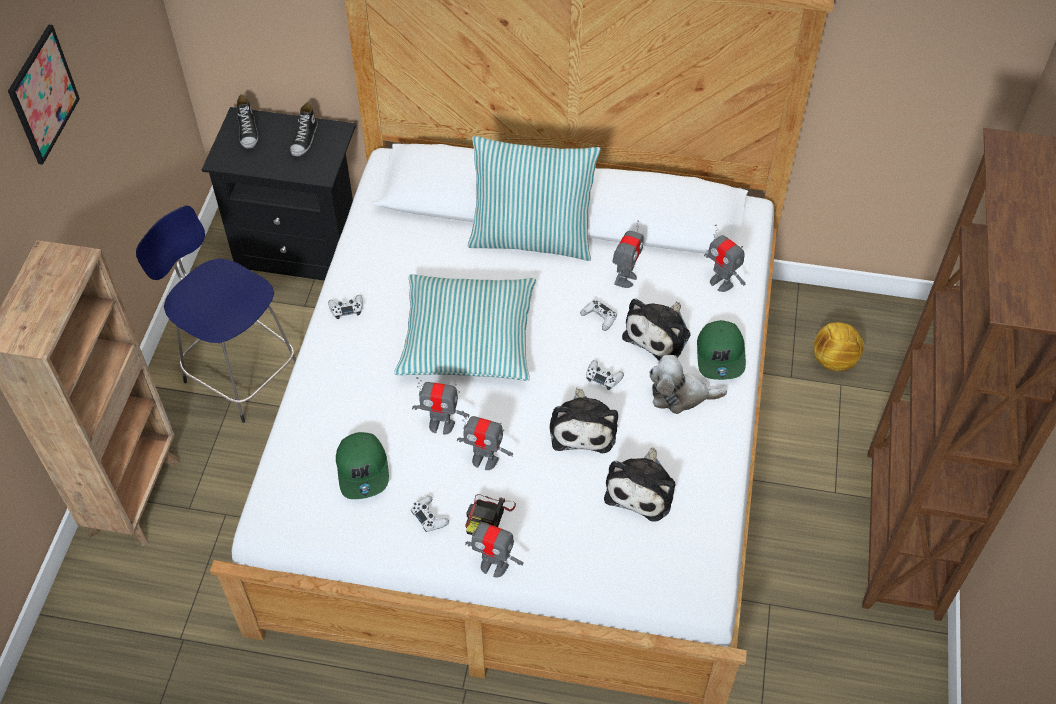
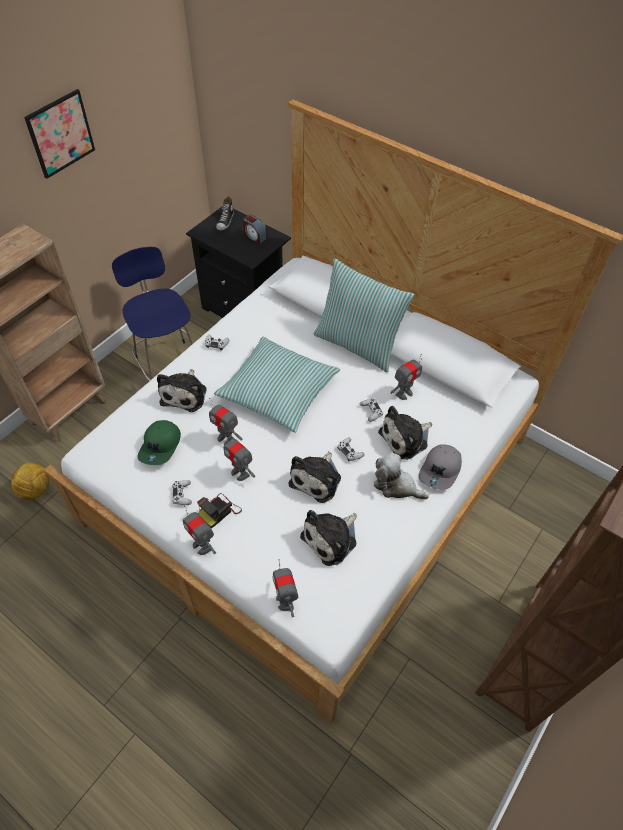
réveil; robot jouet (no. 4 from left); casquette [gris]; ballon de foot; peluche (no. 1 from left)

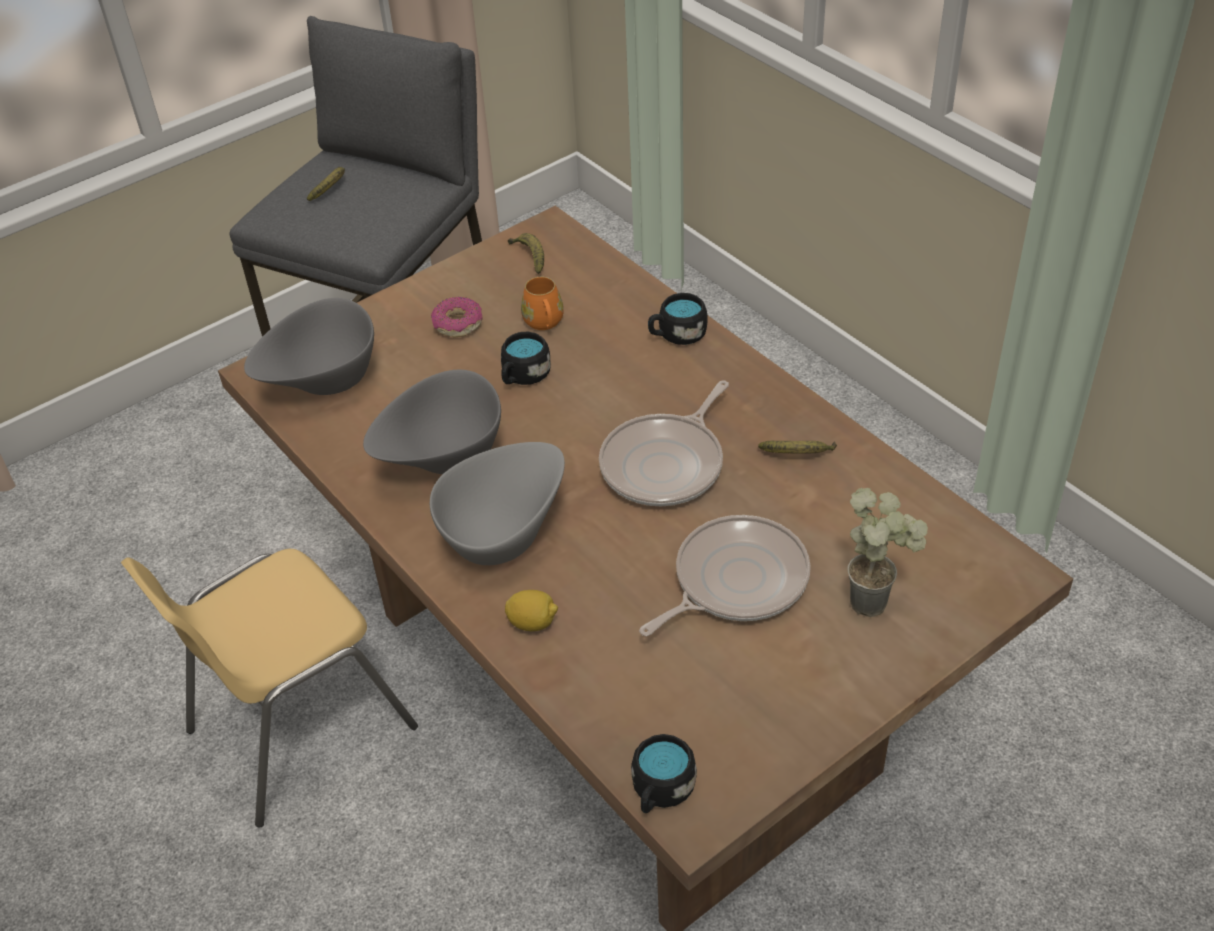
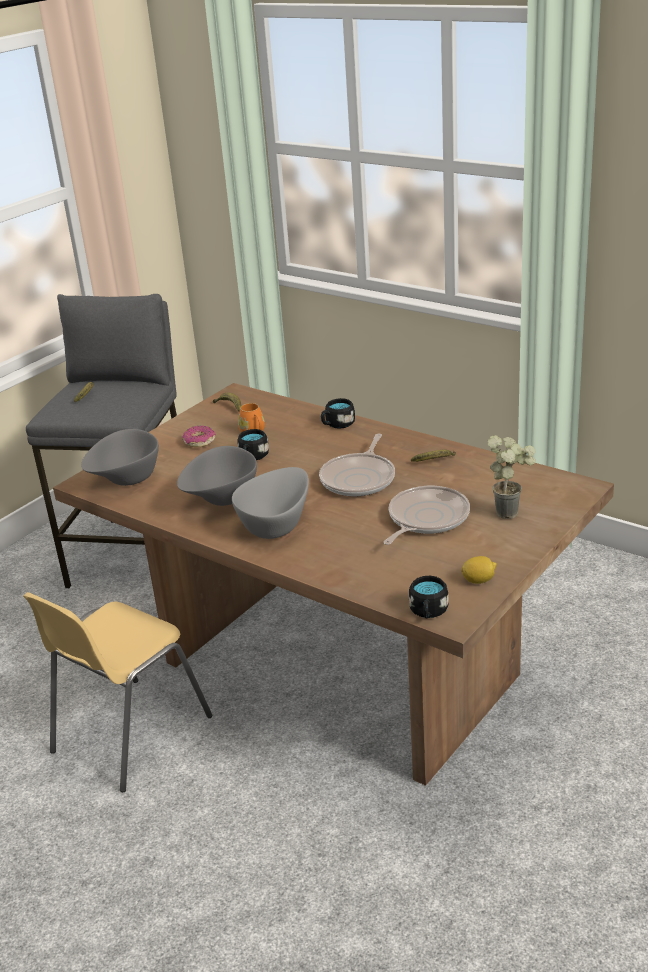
citron

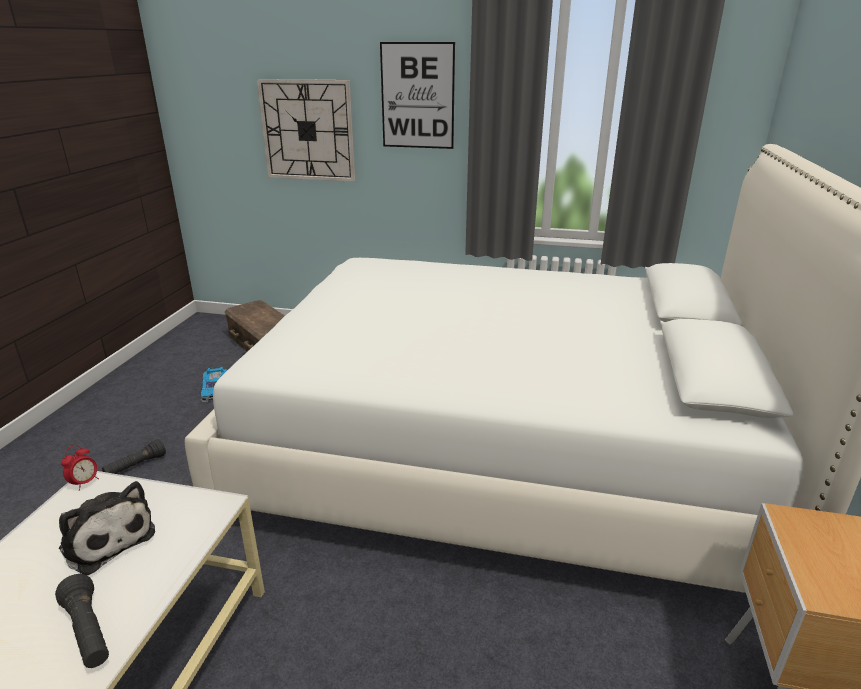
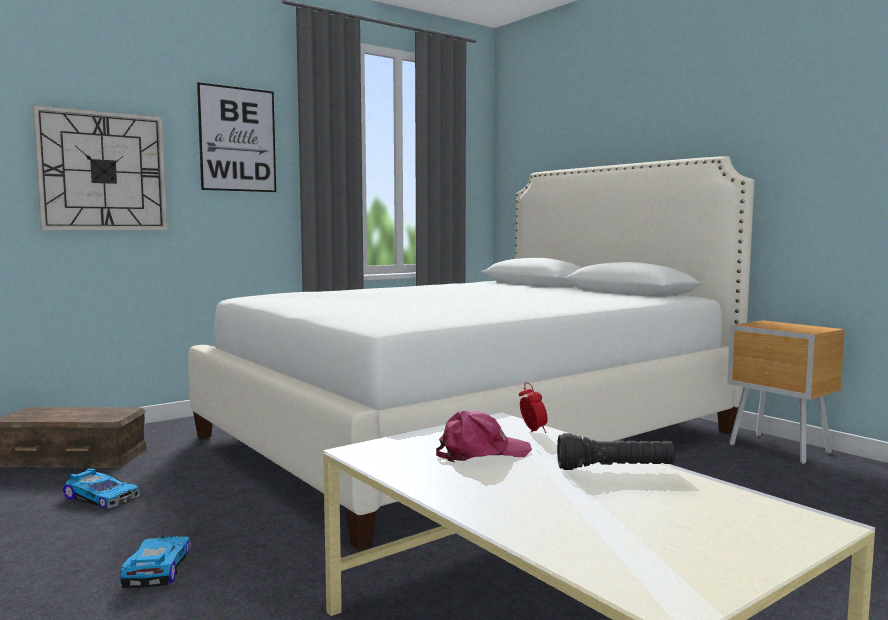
petite voiture (no. 2 from left); réveil; casquette [rose]

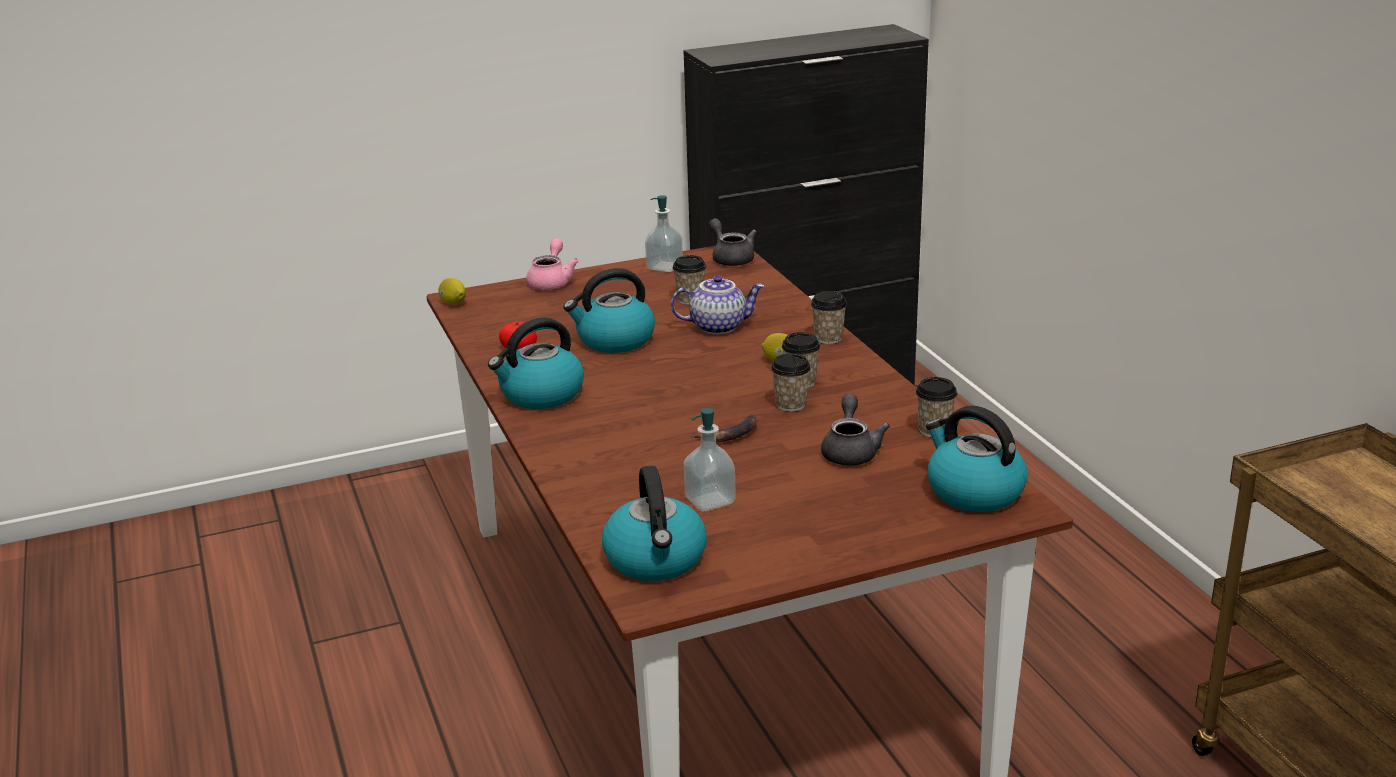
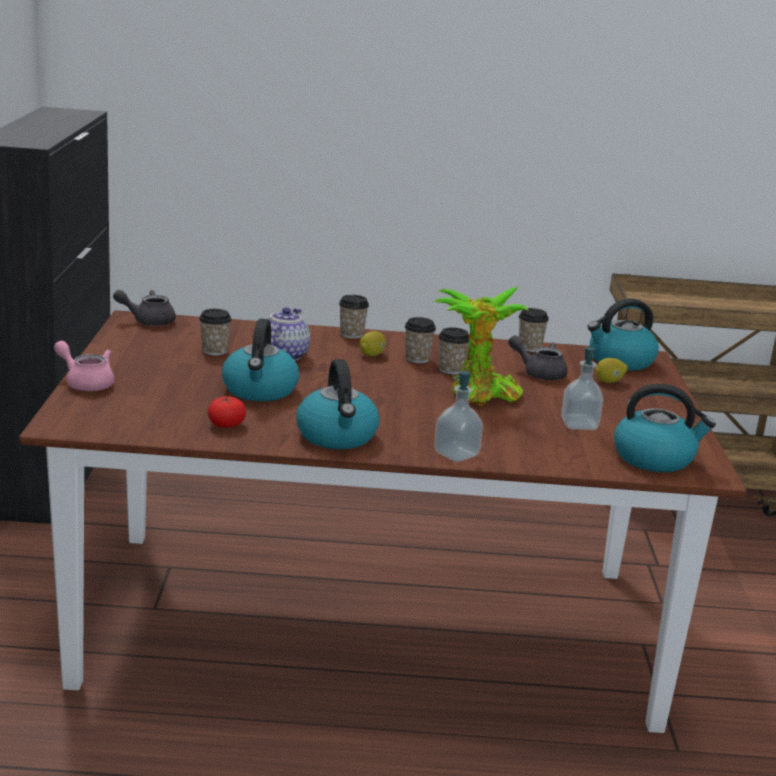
distributeur de savon (no. 1 from left); citron (no. 2 from left); plante en pot

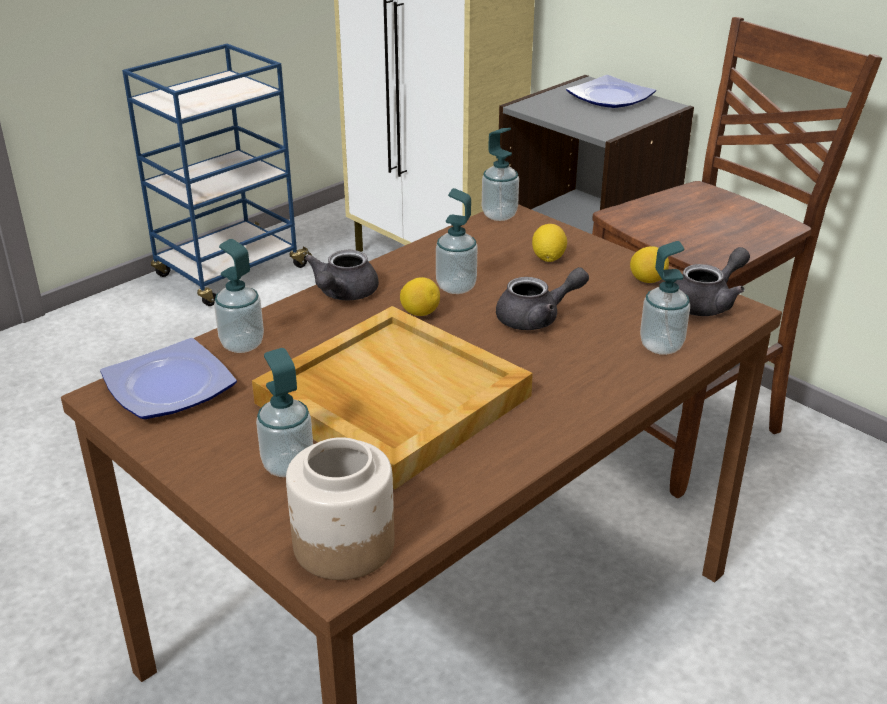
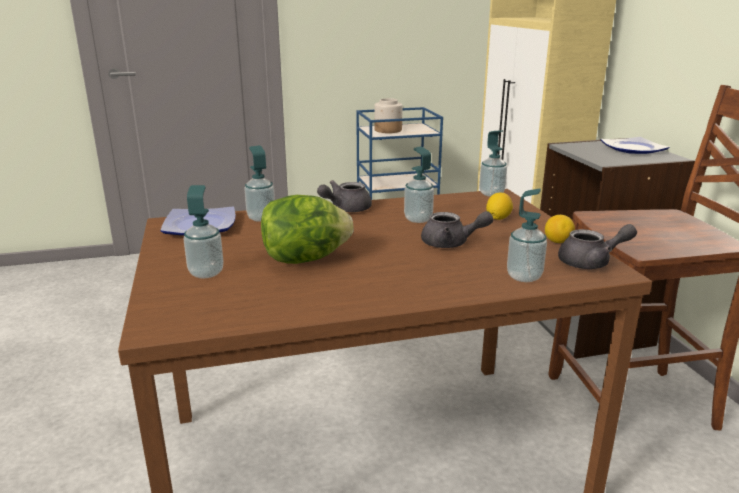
citron (no. 1 from left in the first image); laitue; bocal

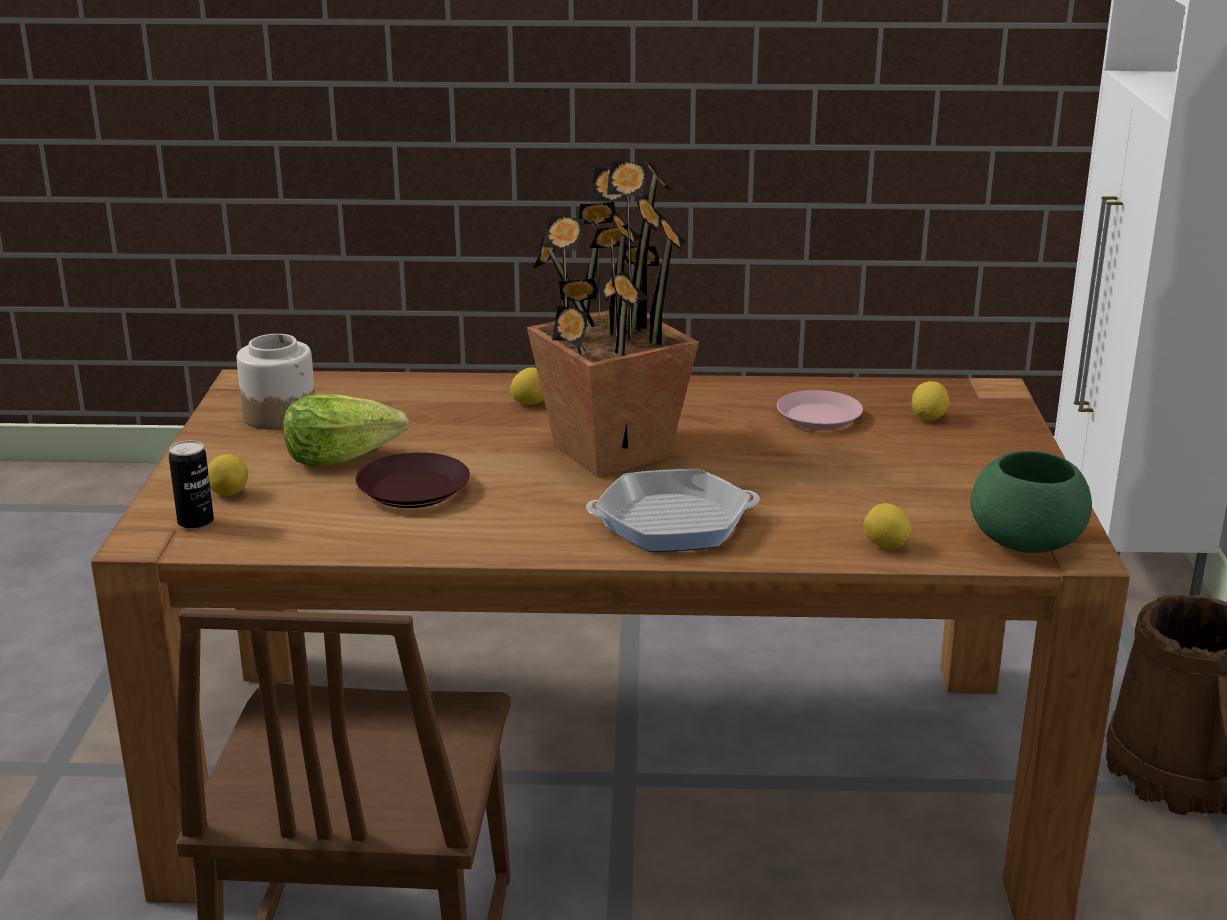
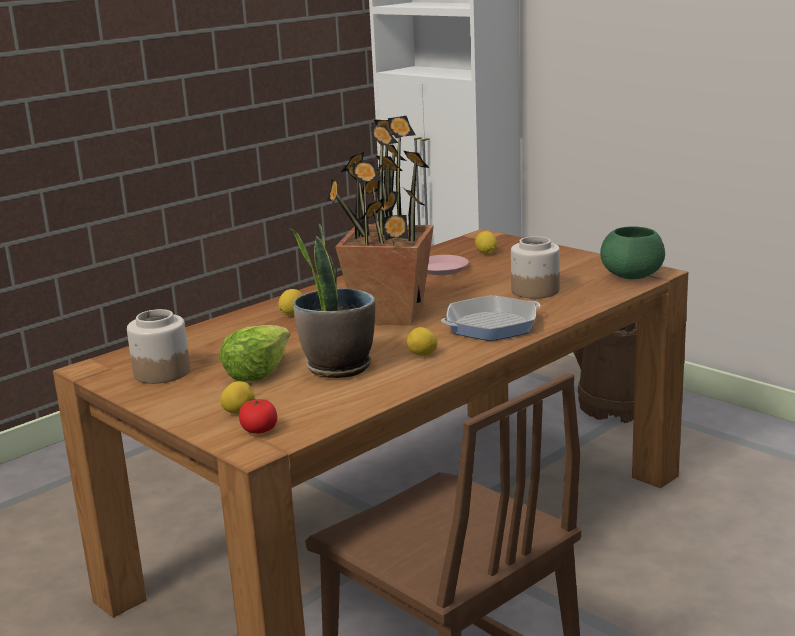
tomate; plante en pot (no. 1 from left); poêle; citron (no. 3 from left); bocal (no. 2 from left)

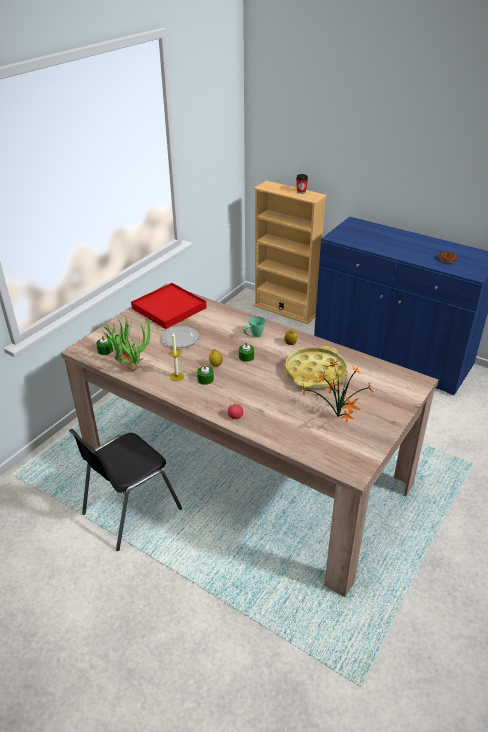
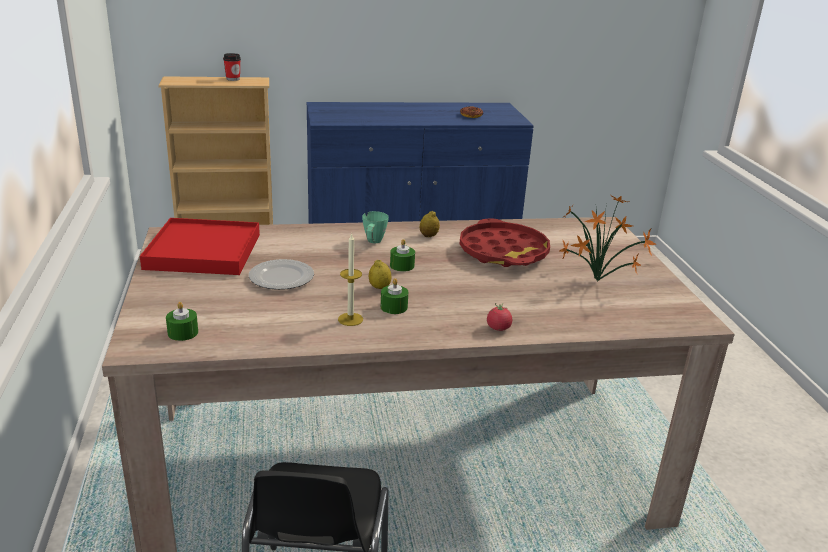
plante en pot (no. 1 from left in the first image); plateau [rouge] (no. 2 from left)

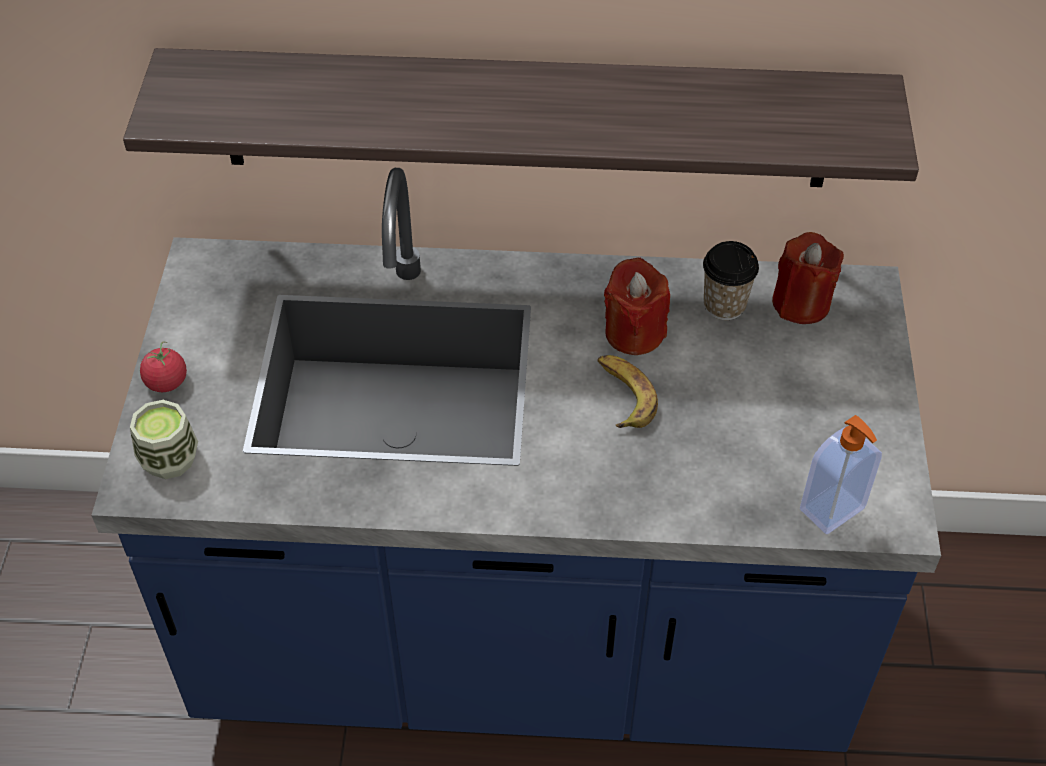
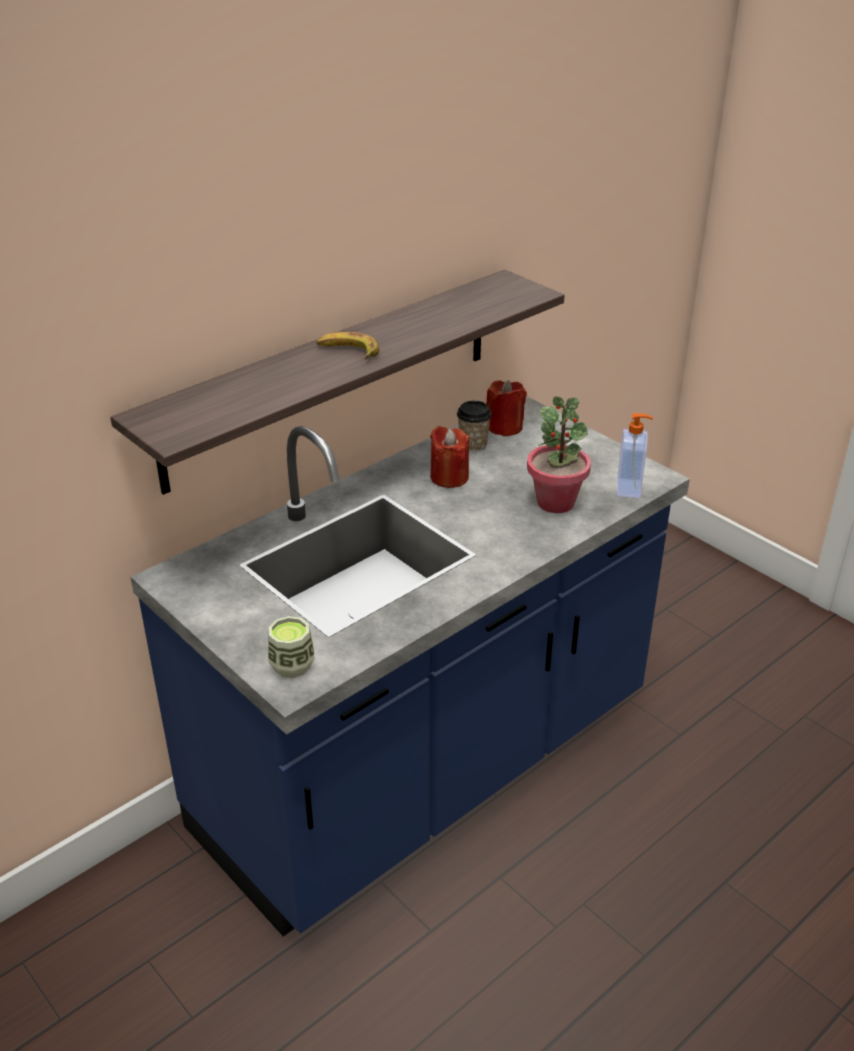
tomate; banane; plante en pot

